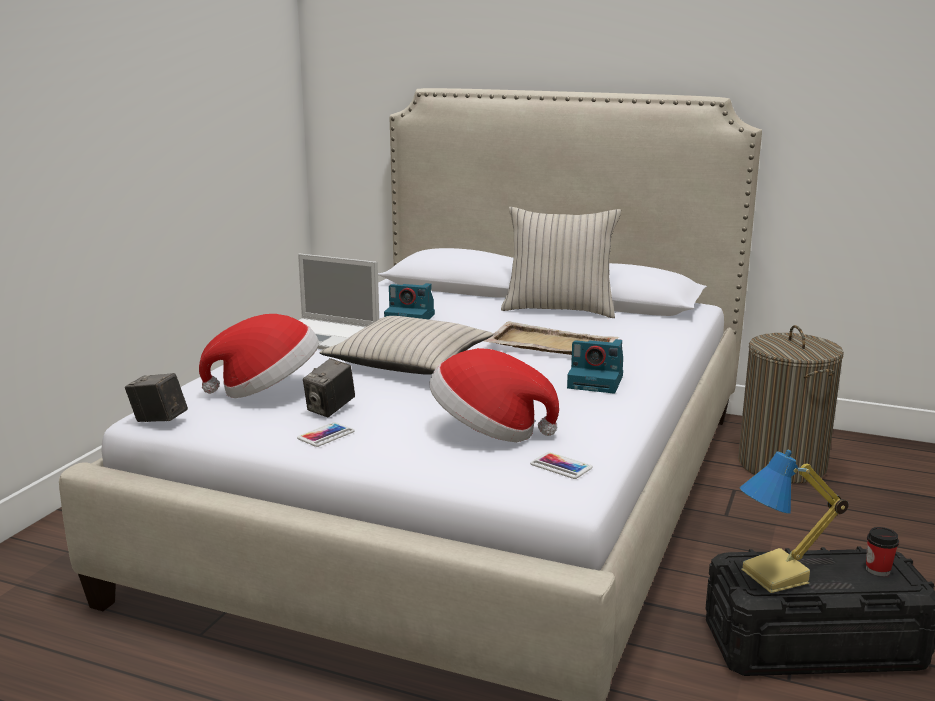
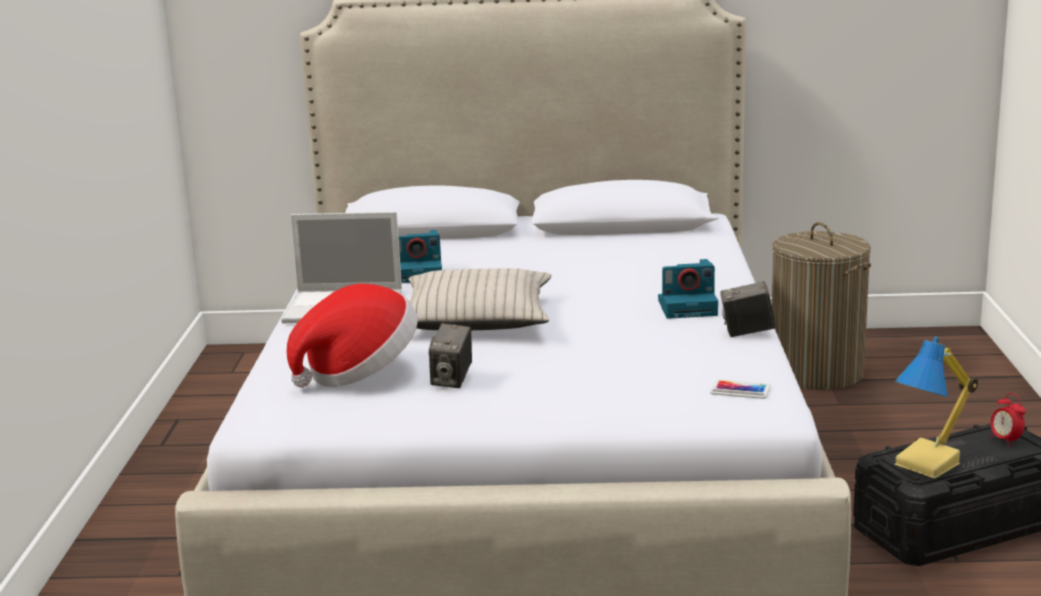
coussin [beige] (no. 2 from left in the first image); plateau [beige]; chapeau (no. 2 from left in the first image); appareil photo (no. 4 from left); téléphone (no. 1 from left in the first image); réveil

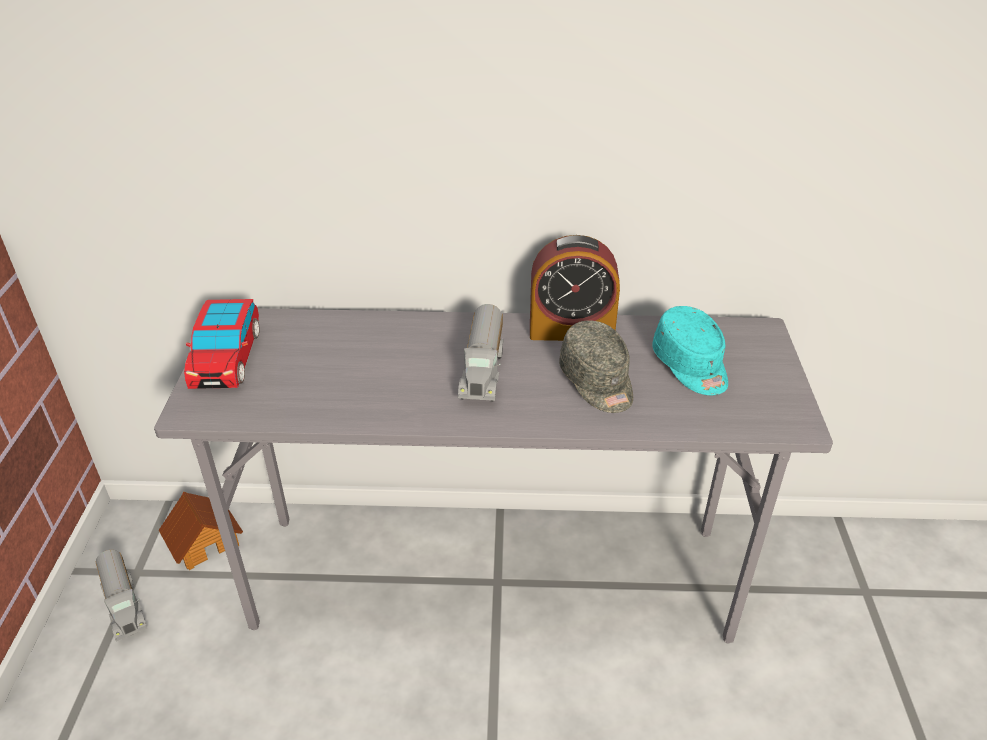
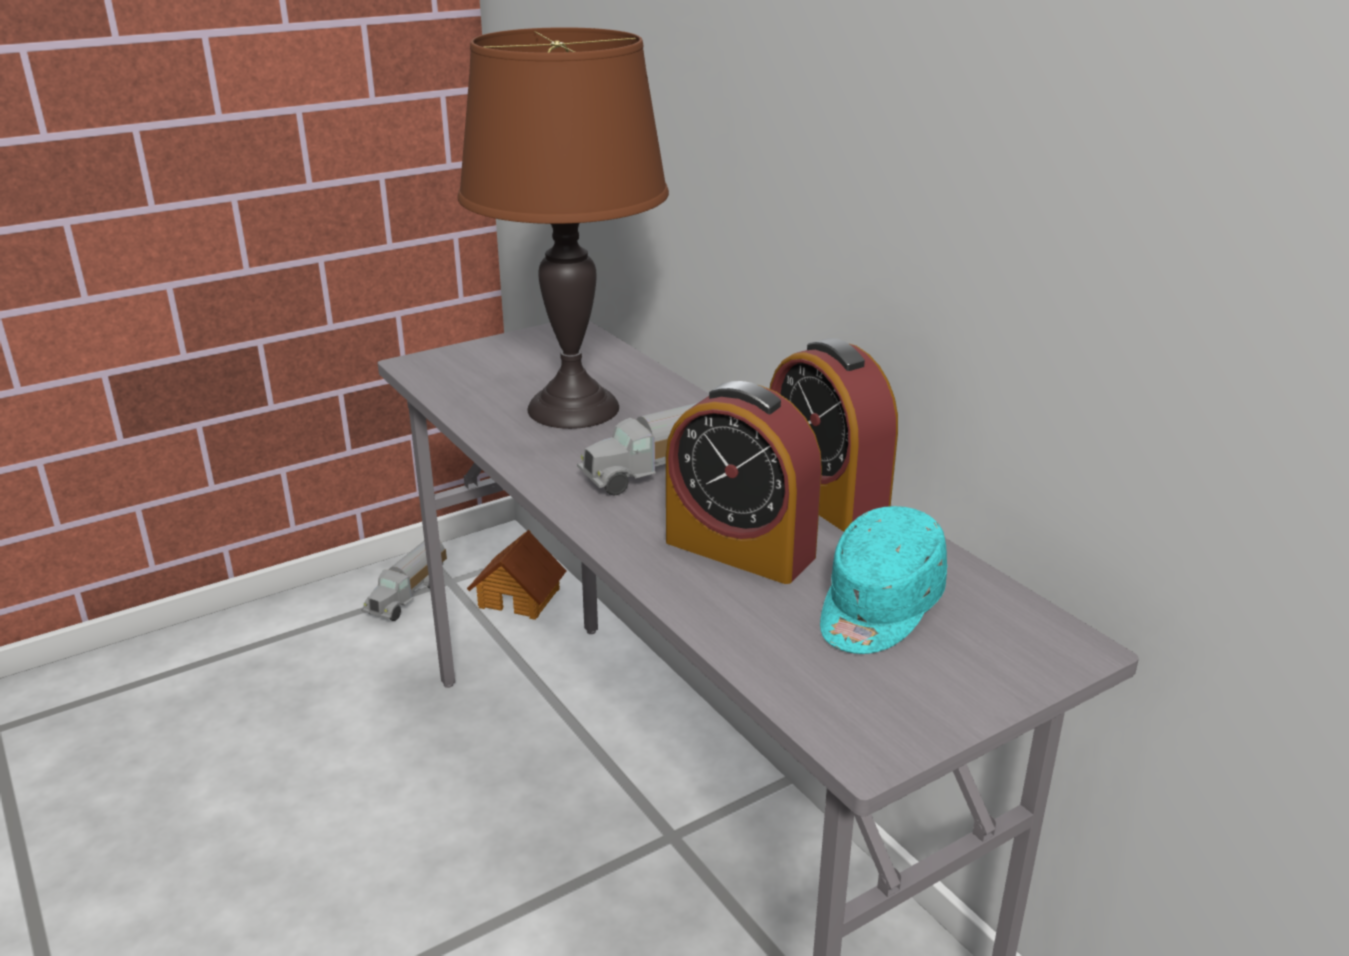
petite voiture; réveil (no. 1 from left); lampe de table [marron]

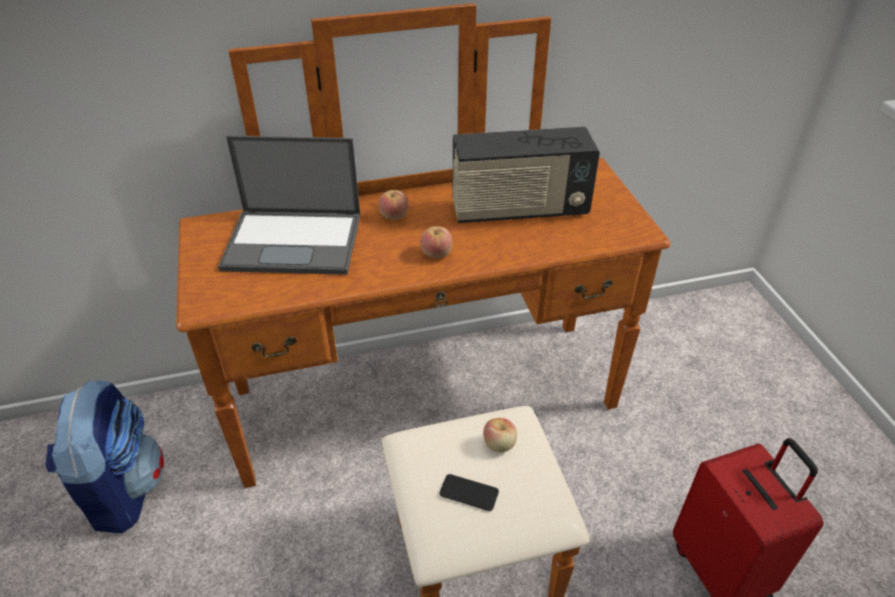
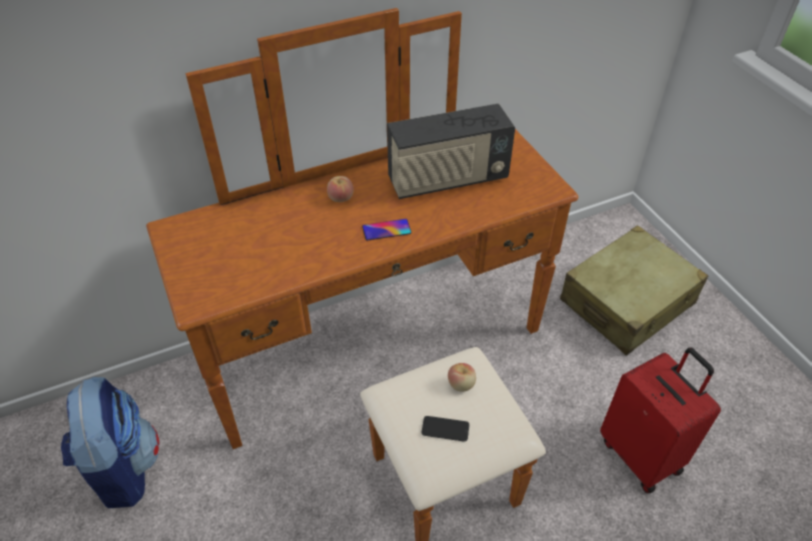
ordinateur portable; téléphone (no. 1 from left); valise [beige]

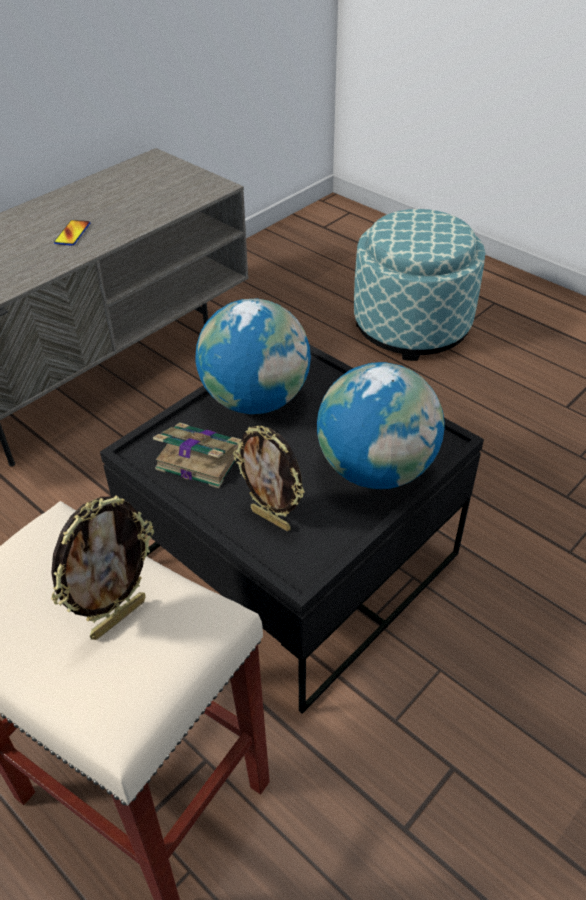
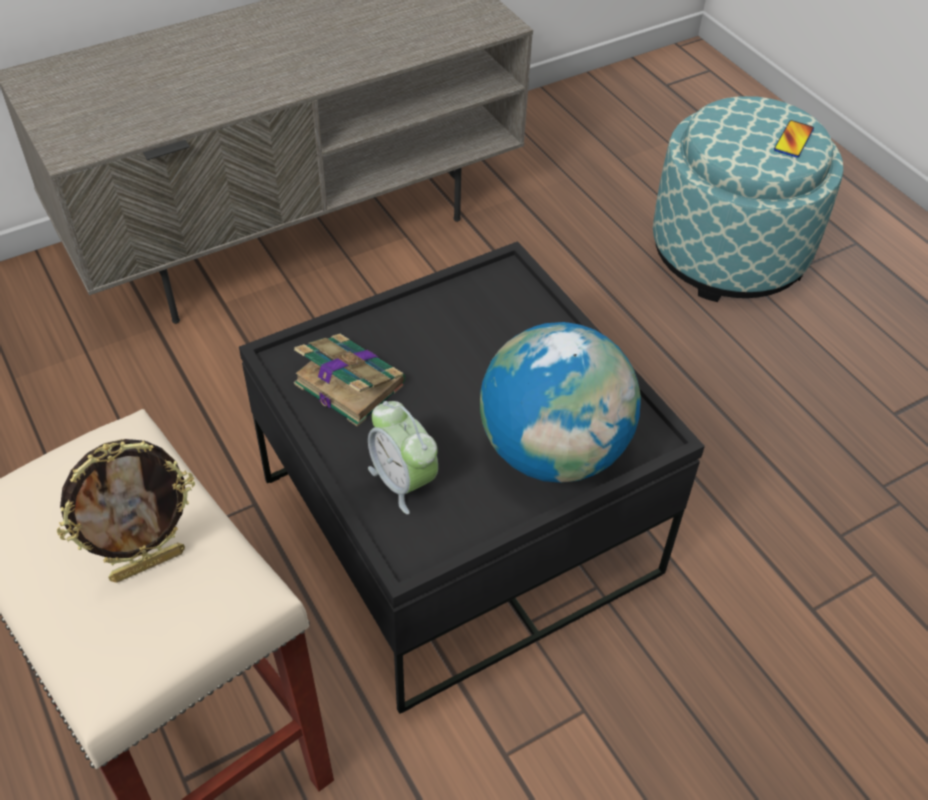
téléphone; globe (no. 1 from left in the first image); réveil

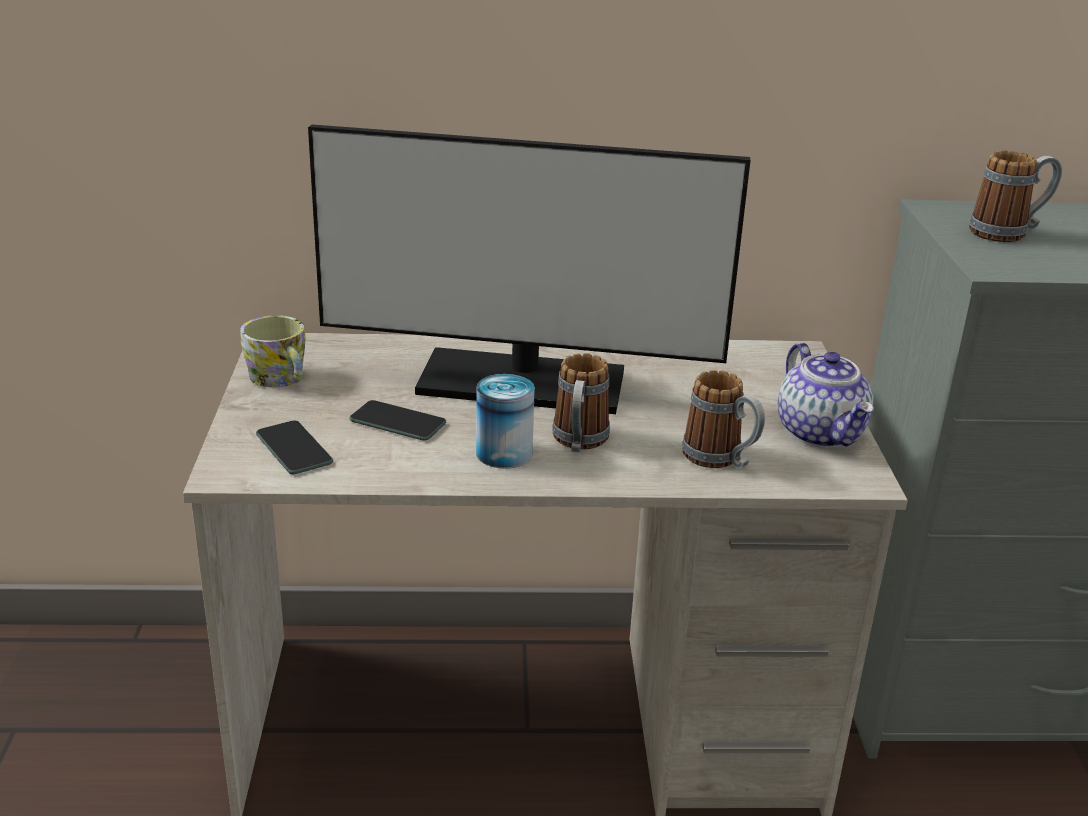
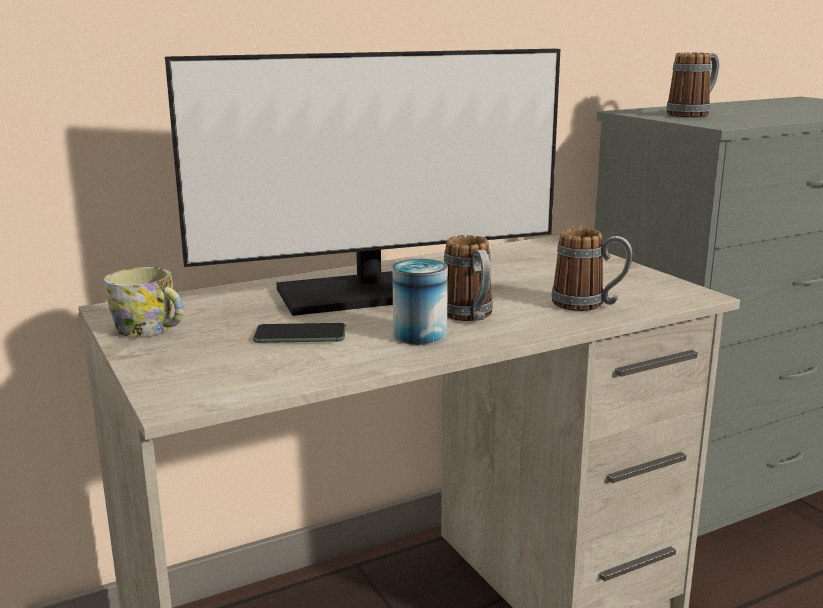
théière; téléphone (no. 1 from left in the first image)

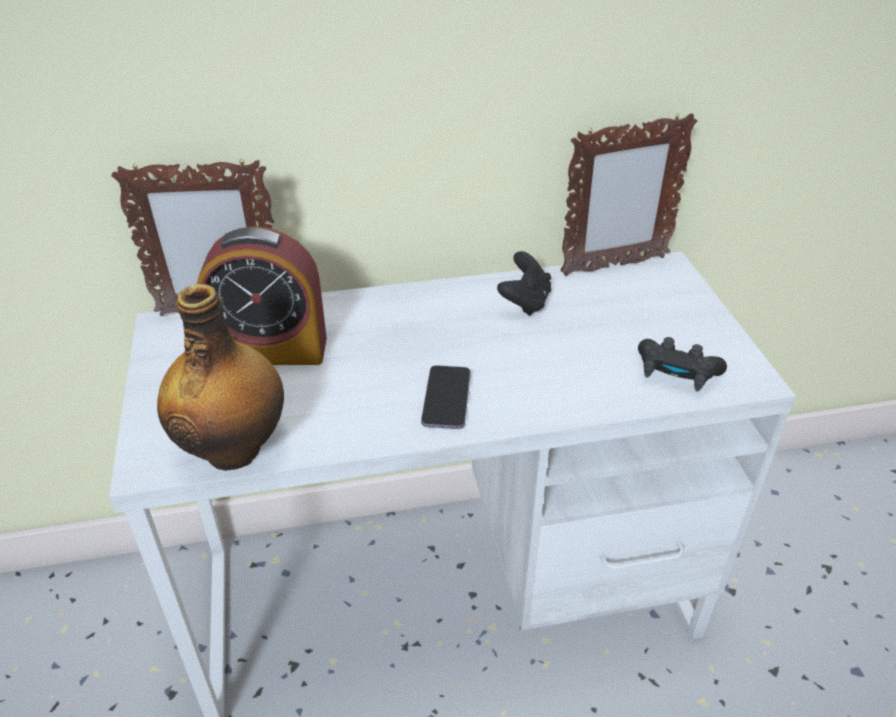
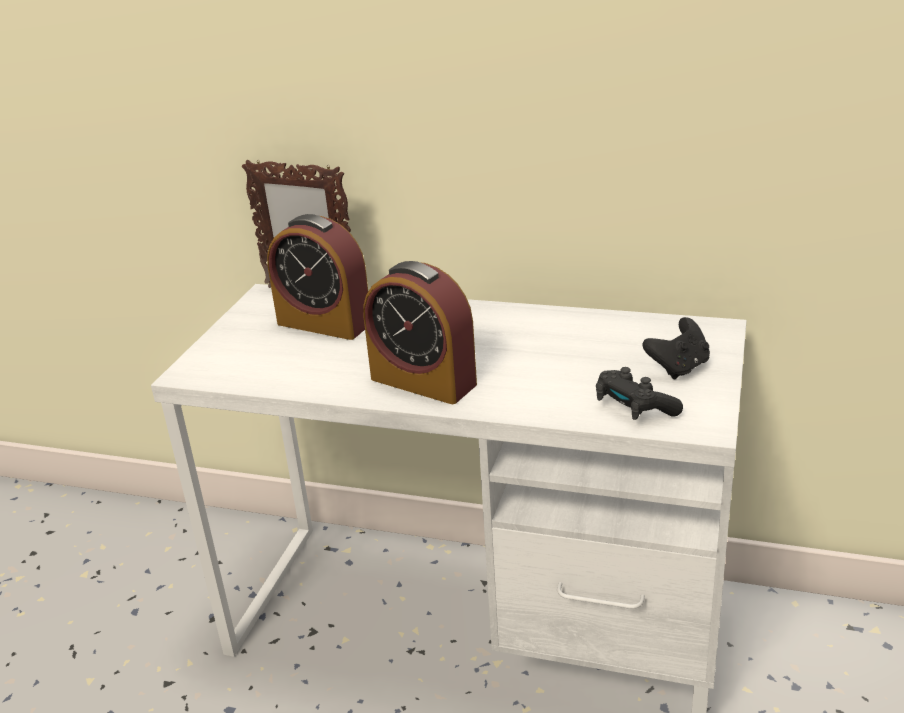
cadre photo (no. 2 from left in the first image); manette [noir] (no. 2 from left); bouteille; réveil (no. 2 from left)

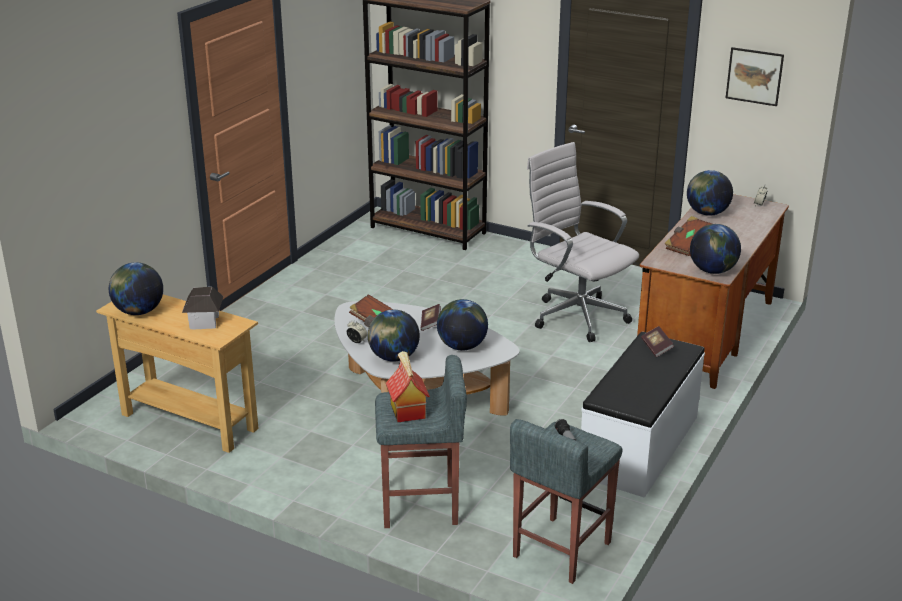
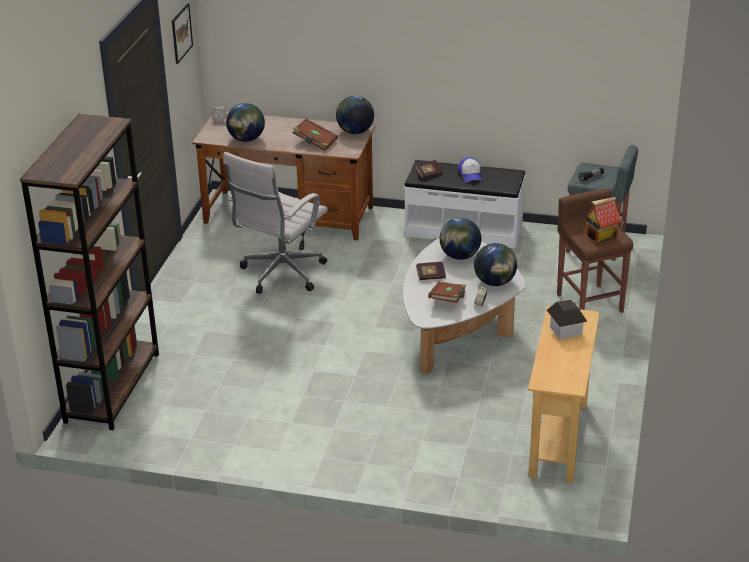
globe (no. 1 from left in the first image); tabouret [marron]; casquette

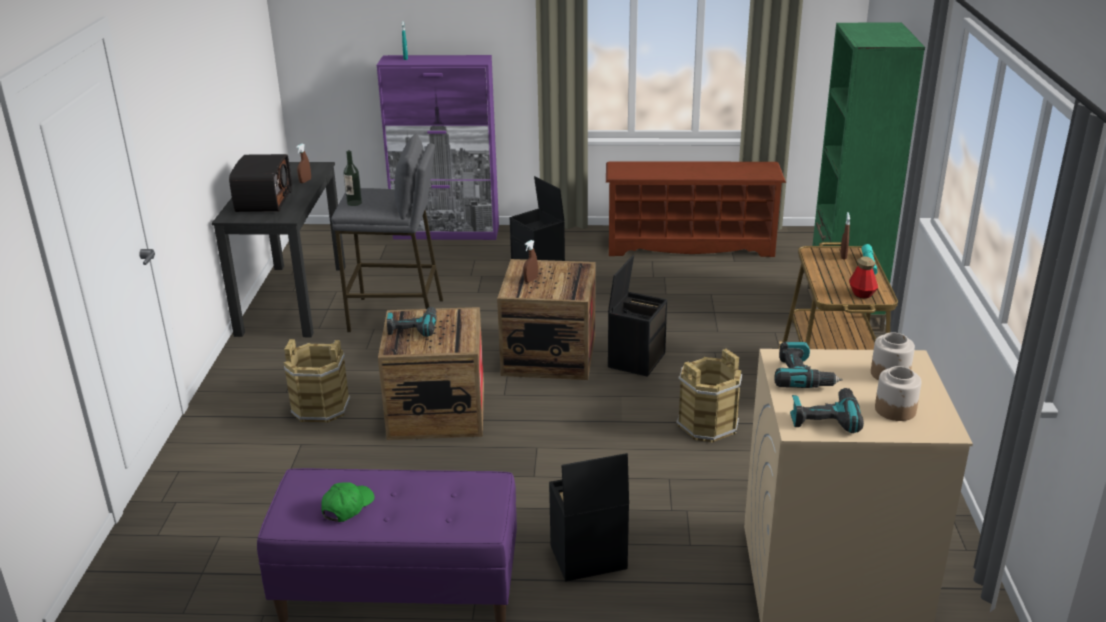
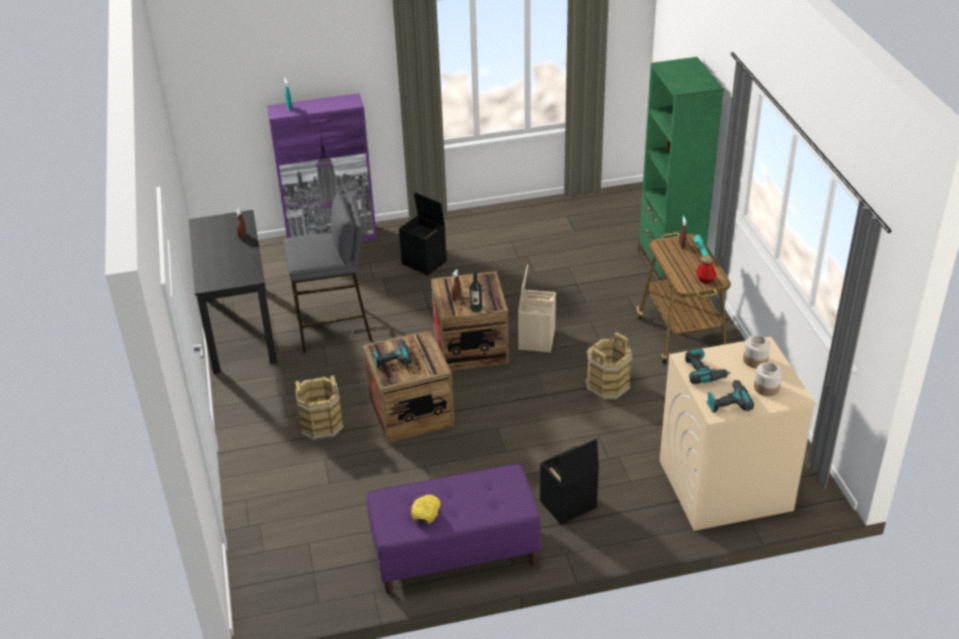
bouteille (no. 1 from left); radio; étagère à chaussures [marron]; boîte de rangement [beige]; casquette [jaune]

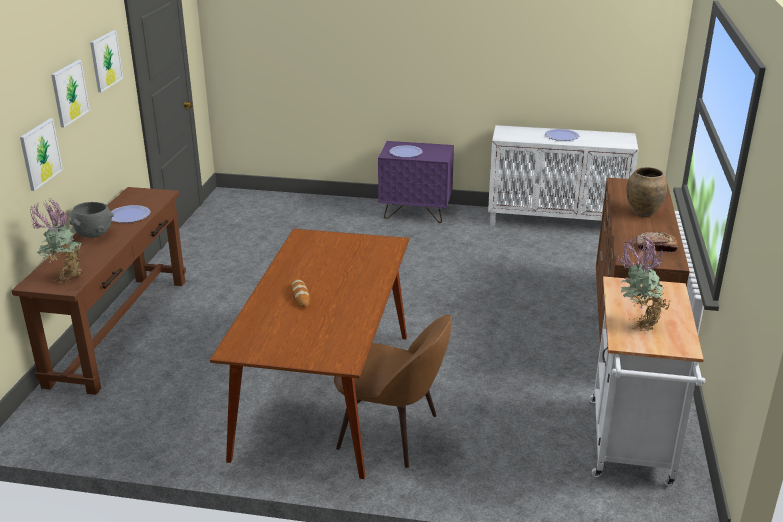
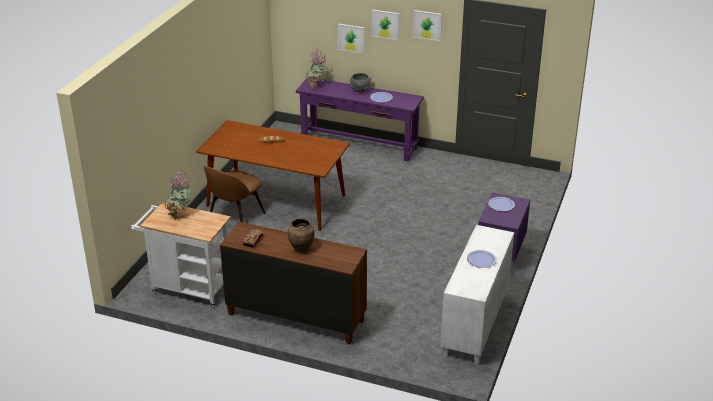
table console [violet]

